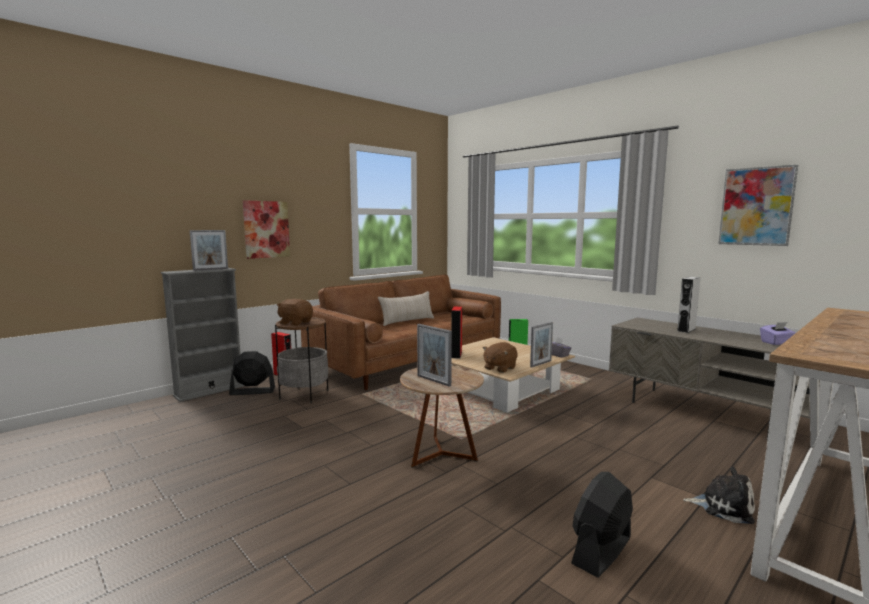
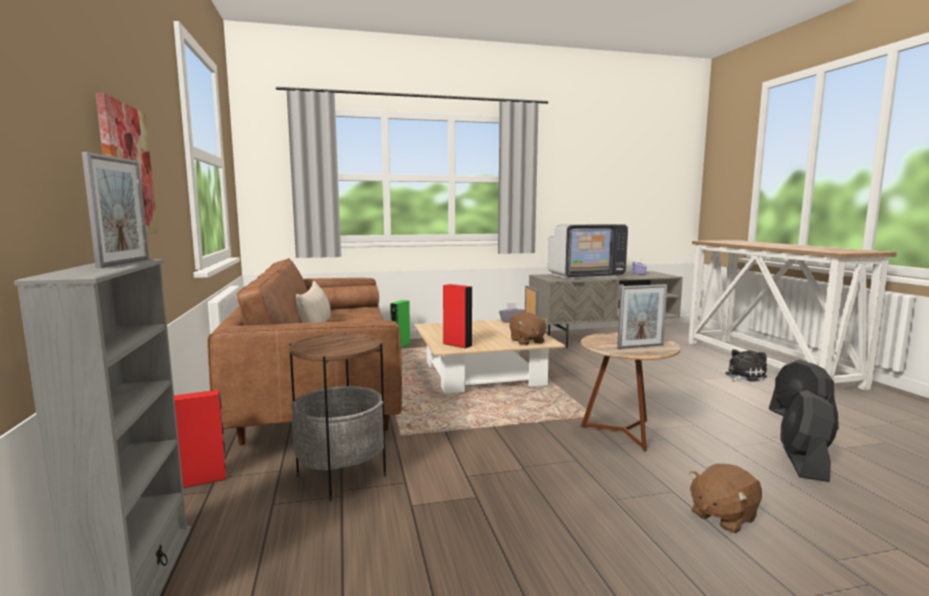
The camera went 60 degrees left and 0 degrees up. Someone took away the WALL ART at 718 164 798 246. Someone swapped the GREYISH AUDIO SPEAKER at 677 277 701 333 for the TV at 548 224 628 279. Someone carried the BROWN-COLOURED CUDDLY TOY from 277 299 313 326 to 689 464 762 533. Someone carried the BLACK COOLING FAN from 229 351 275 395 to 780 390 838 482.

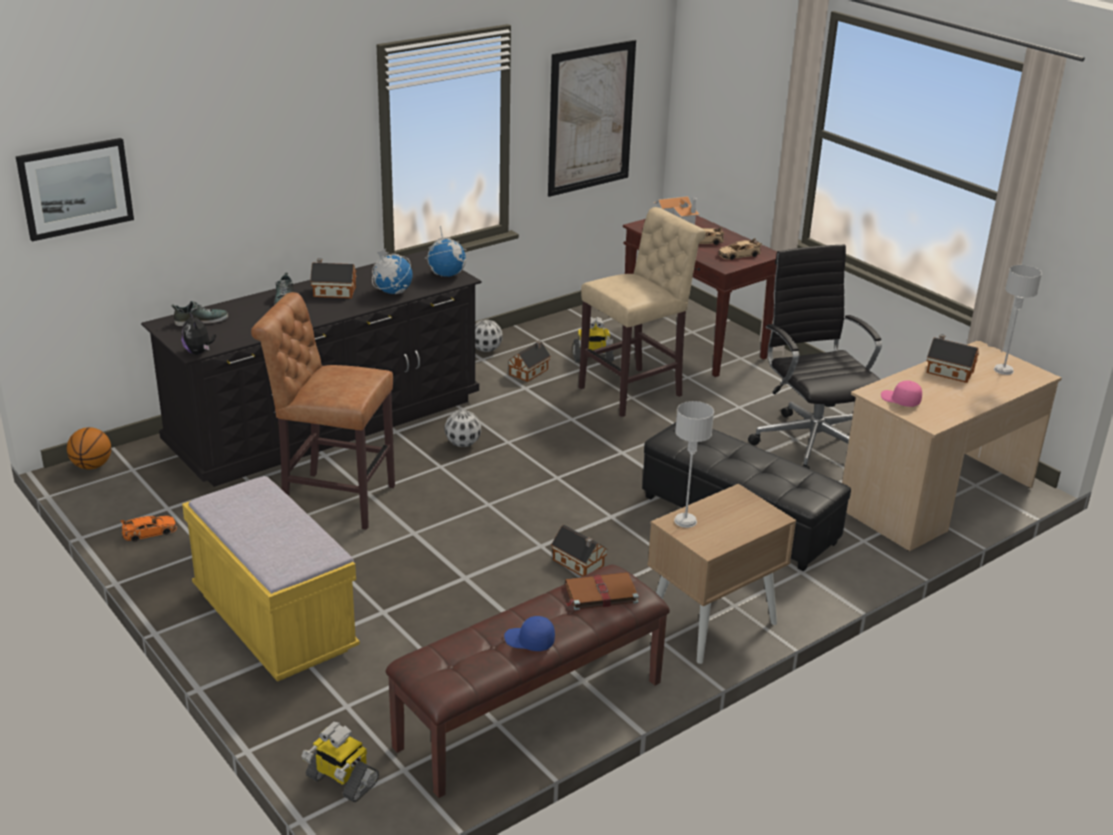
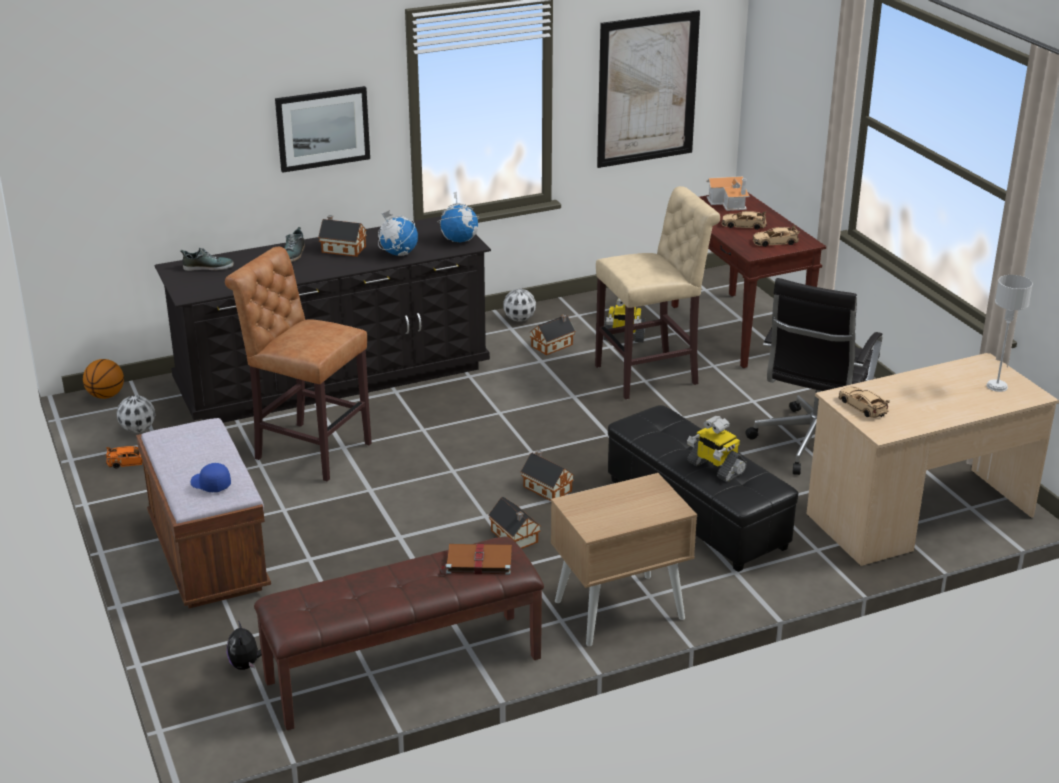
The camera went 15 degrees right and 0 degrees up. Someone carried the WALL ART from 16 138 134 241 to 275 86 370 173. Someone rotated the BLACK OFFICE CHAIR at 748 244 882 469 by 150 degrees counterclockwise. Someone carried the CUDDLY TOY from 181 311 216 355 to 227 620 262 670. Someone carried the MINIATURE HOUSE from 927 334 979 383 to 521 450 575 501. Someone swapped the PINK CAP at 881 381 922 407 for the BEIGE-COLOURED MINIATURE CAR at 838 387 890 418. Someone took away the GREYISH LAMP FOR A TABLE at 674 401 714 528. Someone carried the BALL FOR FOOTBALL from 445 410 481 447 to 117 395 155 433. Someone repainted the YELLOWISH LONG SEAT at 182 476 360 682, which became the BROWN-COLOURED LONG SEAT at 136 418 271 608. Someone carried the BLUISH CAP from 504 616 555 651 to 190 463 231 492. Someone carried the MODEL ROBOT from 301 722 379 802 to 687 416 747 482.

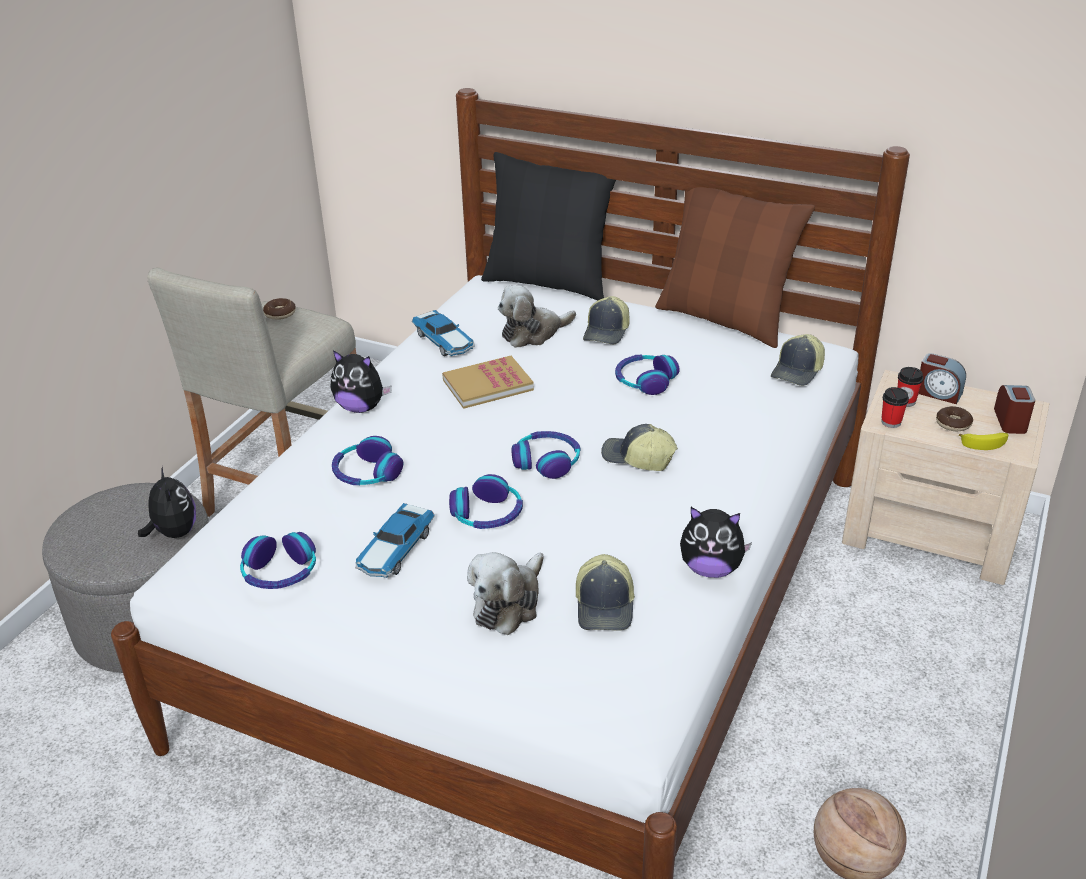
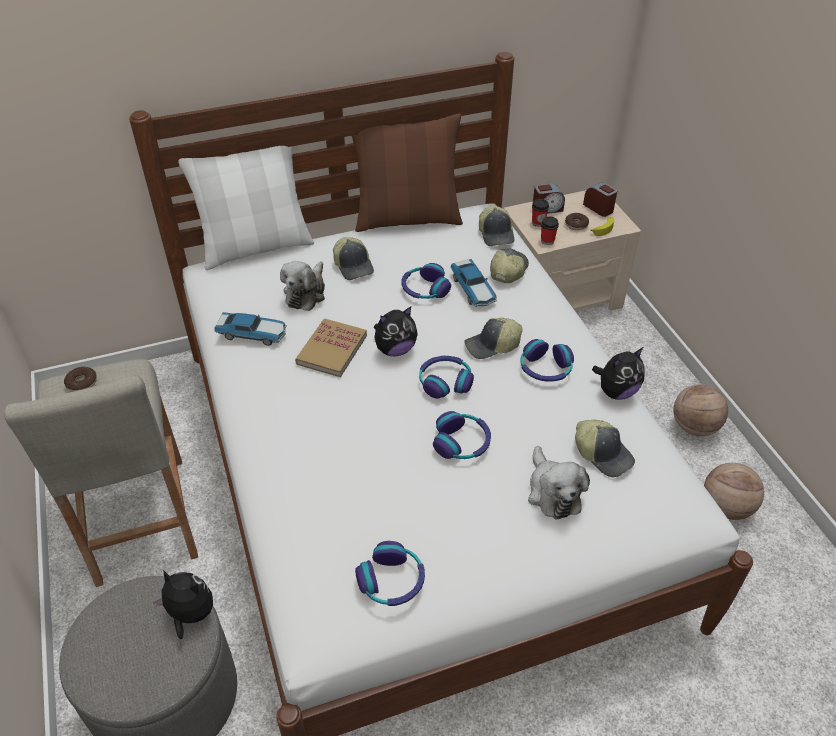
The camera went 45 degrees left and 10 degrees up. Someone repainted the BLACK PILLOW at 481 152 616 300, which became the WHITE PILLOW at 178 146 314 270. Someone carried the CUDDLY TOY from 331 350 392 413 to 374 306 418 356. Someone carried the PAIR OF HEADPHONES from 332 436 403 485 to 520 339 574 382. Someone carried the MINIATURE CAR from 355 503 435 578 to 450 259 497 307. Someone put down the CAP at 490 249 529 283. Someone put down the BASKETBALL at 674 384 728 436.

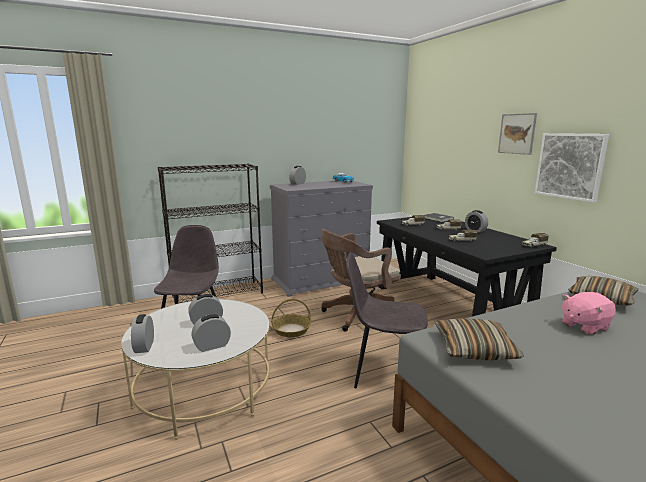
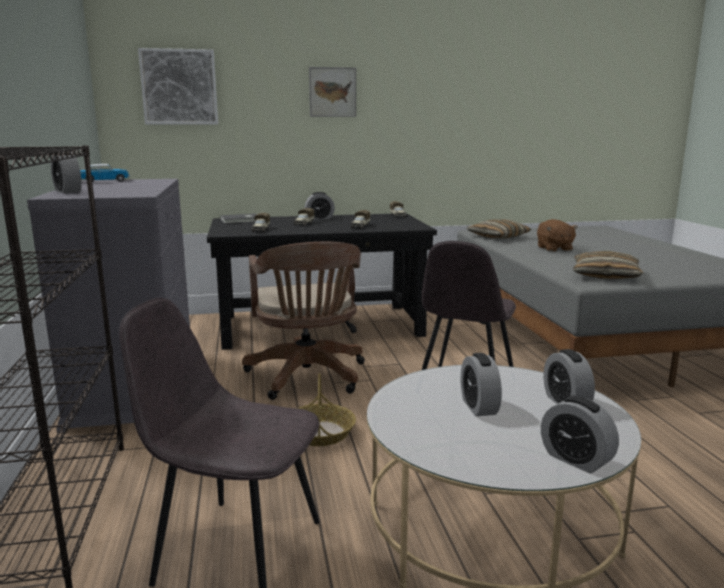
The camera went 75 degrees left and 0 degrees up. Someone carried the WALL ART from 535 133 609 203 to 138 48 218 124. Someone repainted the PINK CUDDLY TOY at 562 292 616 335, which became the BROWN-COLOURED CUDDLY TOY at 537 219 578 252. Someone rotated the ALARM CLOCK at 131 314 154 353 by 45 degrees clockwise.

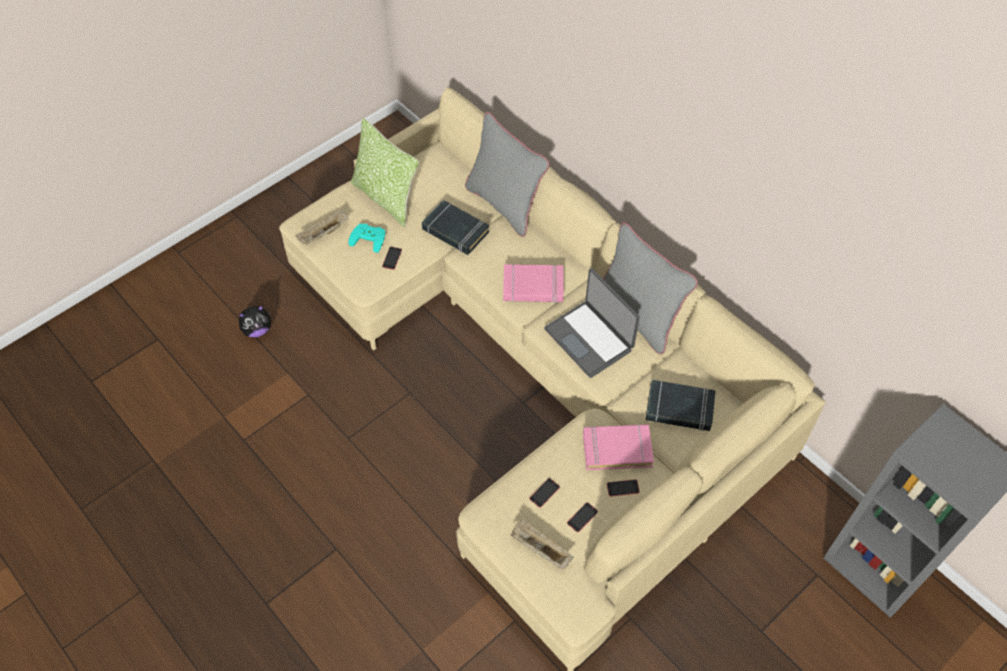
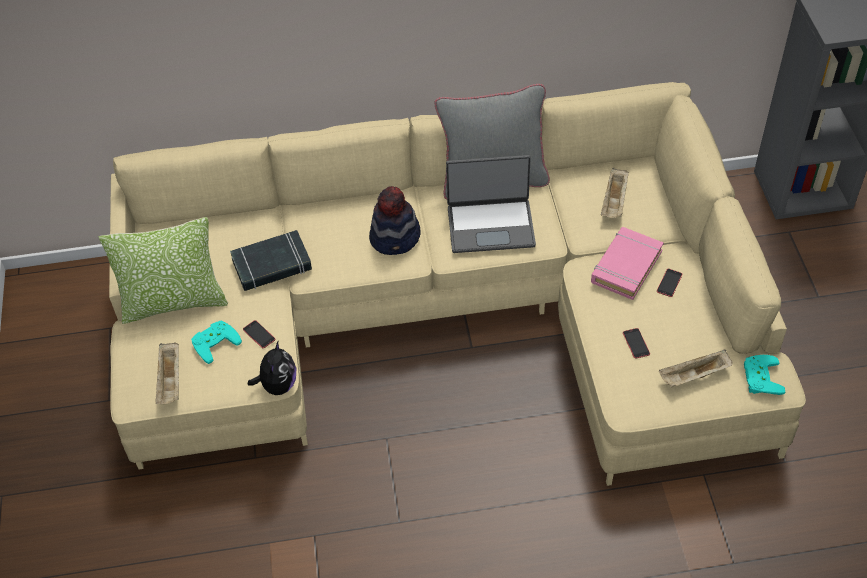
The camera went 55 degrees left and 5 degrees down. Someone took away the GREYISH PILLOW at 465 112 549 237. Someone swapped the PINK VOLUME at 503 264 564 303 for the CLOTHING HAT at 369 186 421 255. Someone carried the CUDDLY TOY from 239 305 271 338 to 248 341 296 395. Someone swapped the BLACK VOLUME at 646 380 716 431 for the BEIGE-COLOURED TRAY at 601 168 629 218. Someone took away the HANDSET at 567 502 598 532. Someone put down the TURQUOISE GAME CONTROLLER at 744 355 785 395.

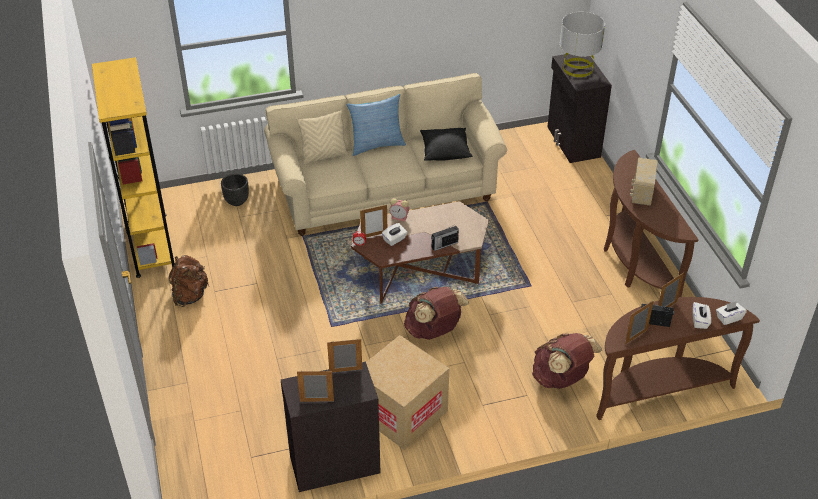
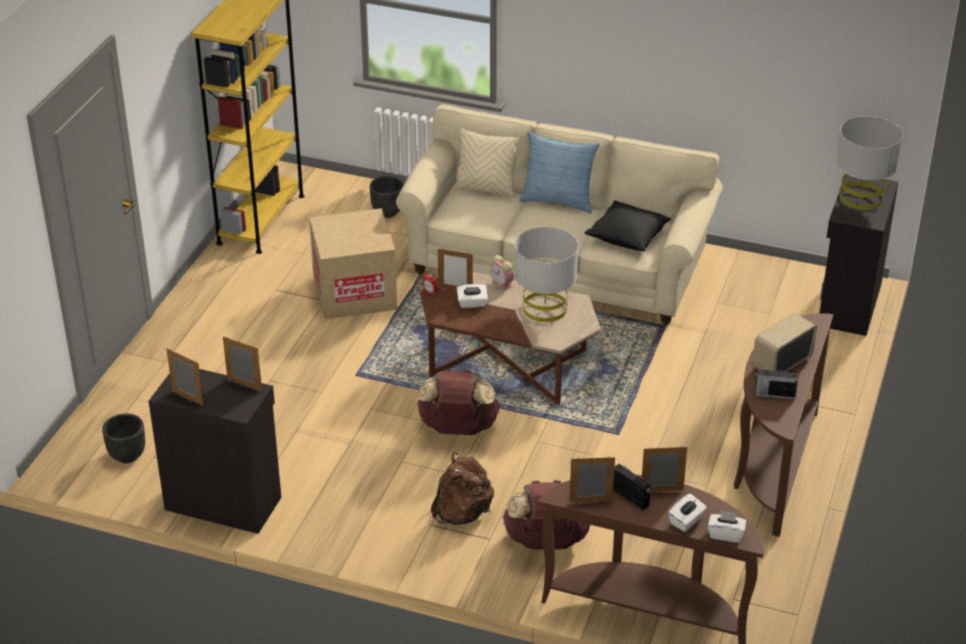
The camera went 35 degrees right and 5 degrees down. Someone carried the RADIO from 431 226 459 251 to 755 370 798 399. Someone carried the BROWN-COLOURED BACKPACK from 169 255 209 307 to 431 452 494 525. Someone carried the PACKING BOX from 366 335 449 450 to 309 208 397 319. Someone put down the GREYISH LAMP FOR A TABLE at 515 227 578 322. Someone put down the BLACK FLOWER POT at 102 413 145 463.

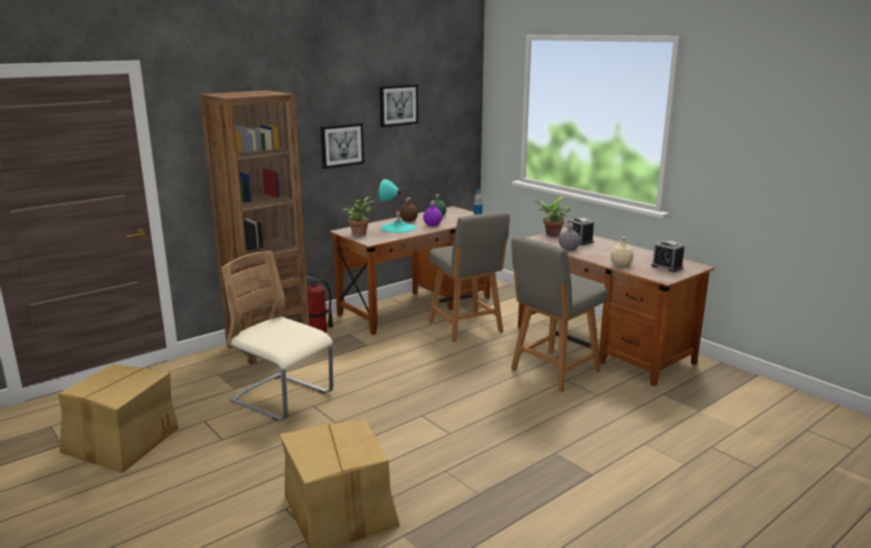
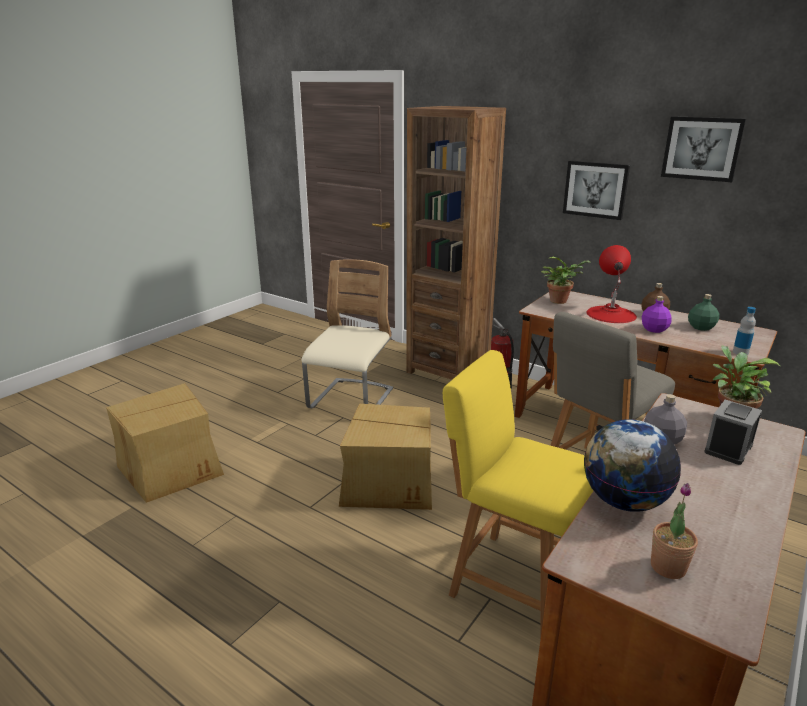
The camera went 75 degrees right and 5 degrees up. Someone repainted the TURQUOISE LAMP FOR A TABLE at 379 179 416 233, which became the REDDISH LAMP FOR A TABLE at 586 245 637 323. Someone repainted the GREYISH CHAIR at 511 236 608 392, which became the YELLOWISH CHAIR at 443 350 594 632. Someone swapped the BEIGE-COLOURED BEVERAGE BOTTLE at 610 237 634 267 for the DESK GLOBE at 584 419 681 512. Someone swapped the ALARM CLOCK at 651 240 684 272 for the PLANT IN A POT at 651 483 698 579. Someone carried the PACKING BOX from 58 364 179 473 to 339 403 432 510.

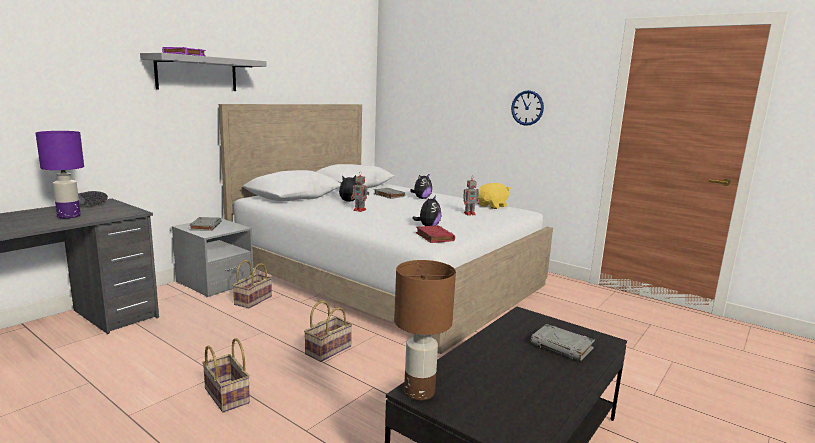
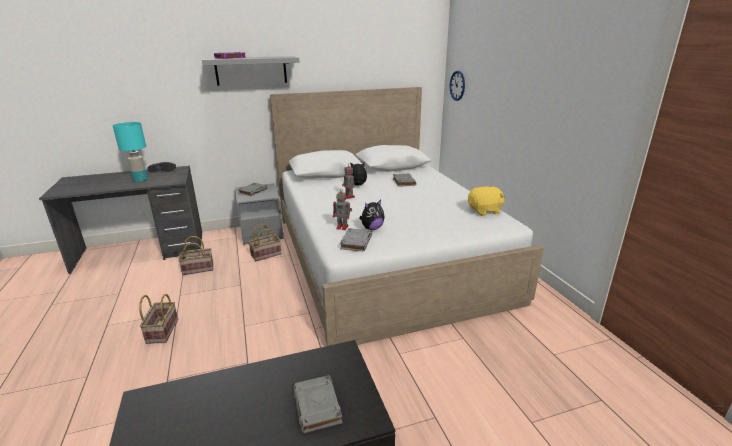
The camera went 35 degrees right and 10 degrees up. Someone carried the WALL CLOCK from 511 90 544 126 to 450 71 465 101. Someone repainted the PURPLISH LAMP FOR A TABLE at 36 131 84 218, which became the TURQUOISE LAMP FOR A TABLE at 113 122 148 182. Someone took away the CUDDLY TOY at 410 173 432 199. Someone carried the MODEL ROBOT from 463 178 479 216 to 333 188 352 230. Someone repainted the REDDISH VOLUME at 416 225 455 243, which became the GREYISH VOLUME at 340 228 372 251. Someone took away the BROWN-COLOURED LAMP FOR A TABLE at 394 260 456 401. Someone carried the BASKET from 304 301 352 362 to 178 236 213 275.

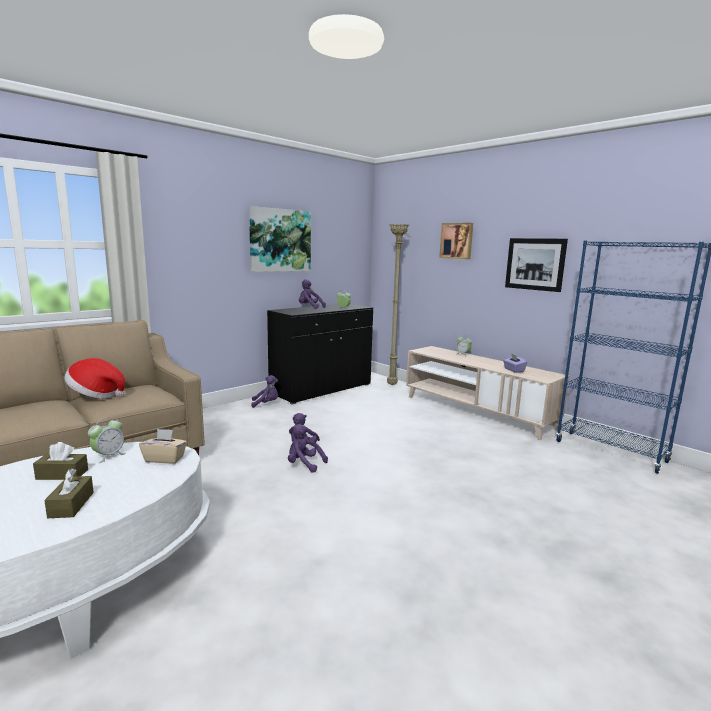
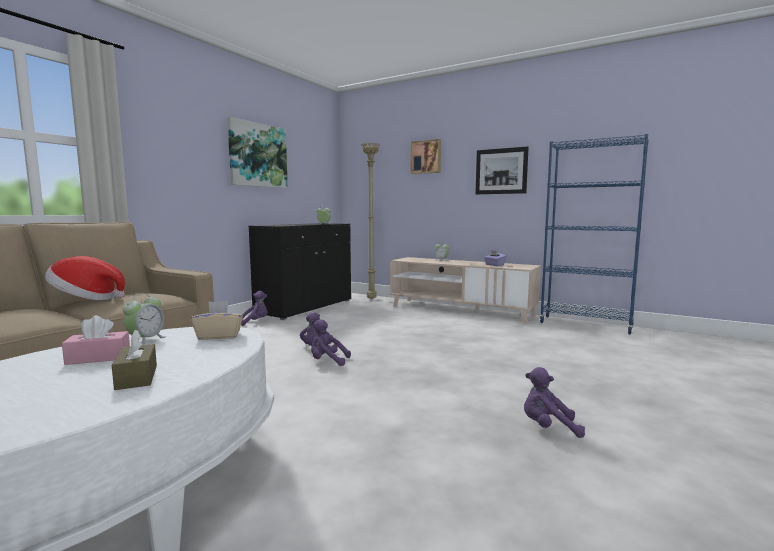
The camera went 15 degrees left and 5 degrees down. Someone carried the PURPLISH CUDDLY TOY from 299 279 326 309 to 524 367 585 438. Someone repainted the BROWN-COLOURED TISSUE BOX at 33 442 88 480, which became the PINK TISSUE BOX at 62 315 130 365.

